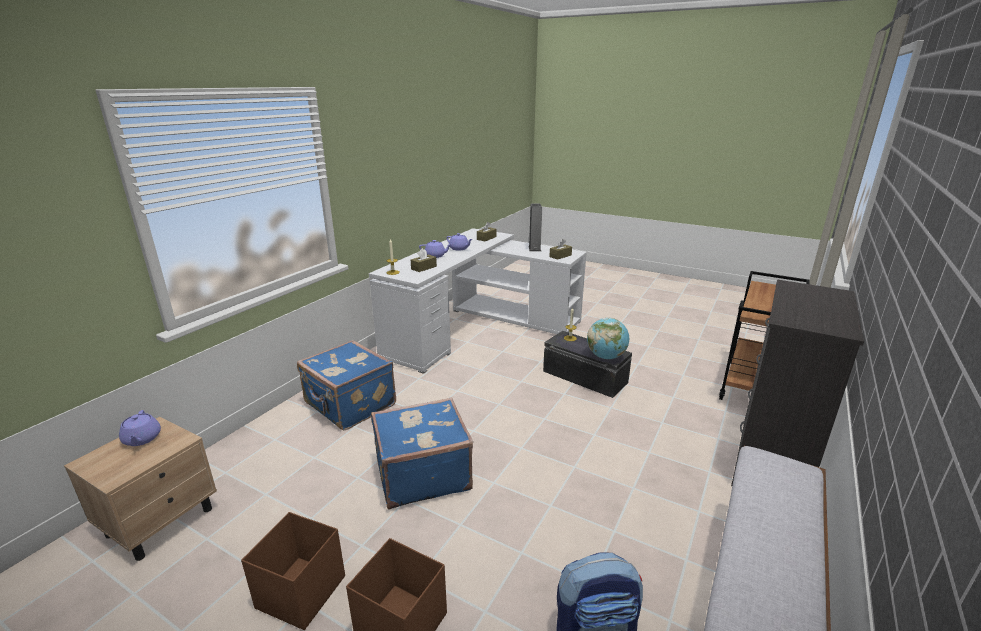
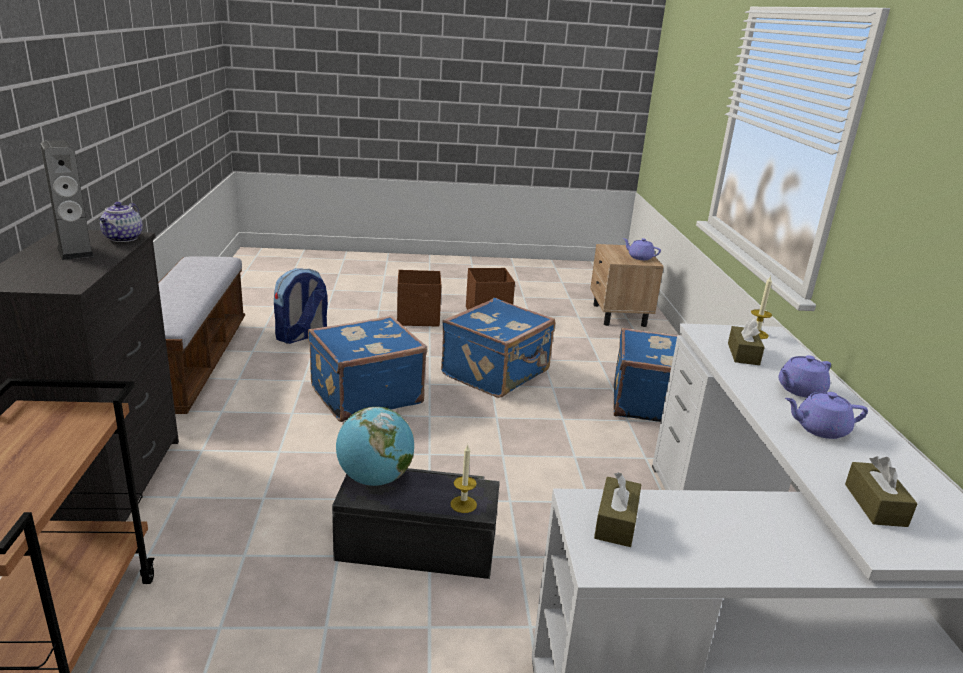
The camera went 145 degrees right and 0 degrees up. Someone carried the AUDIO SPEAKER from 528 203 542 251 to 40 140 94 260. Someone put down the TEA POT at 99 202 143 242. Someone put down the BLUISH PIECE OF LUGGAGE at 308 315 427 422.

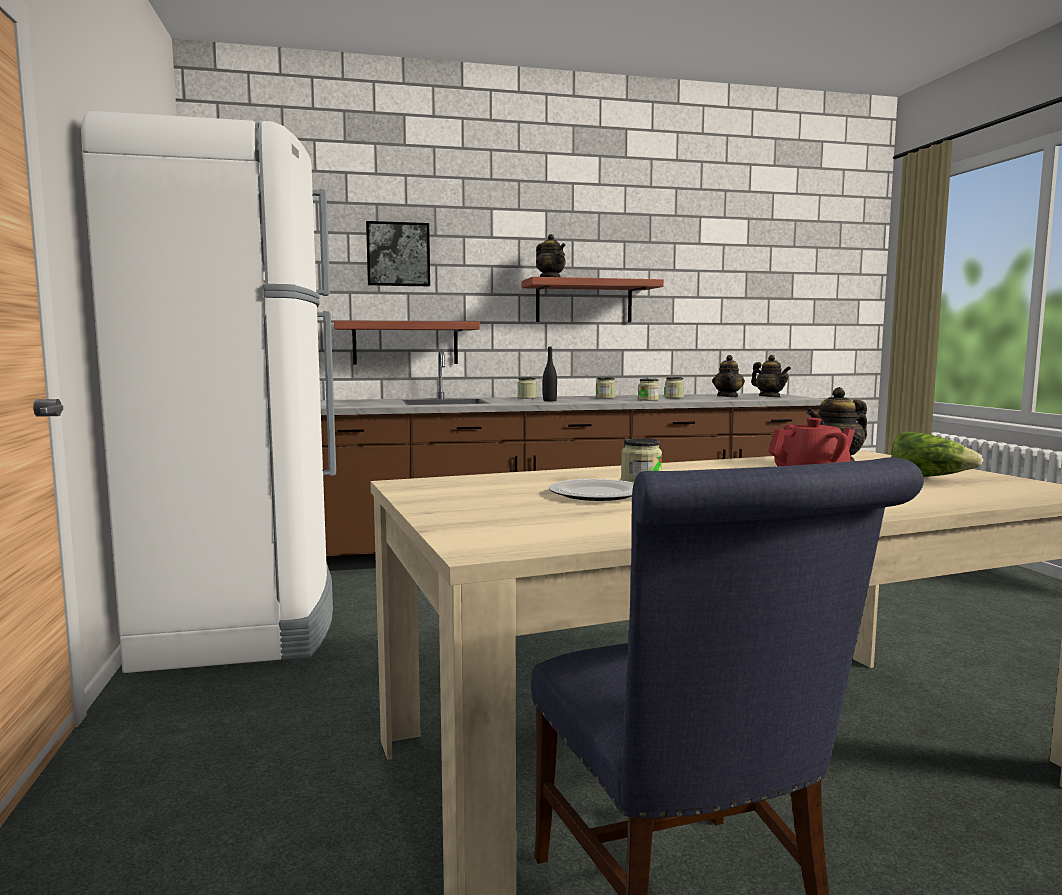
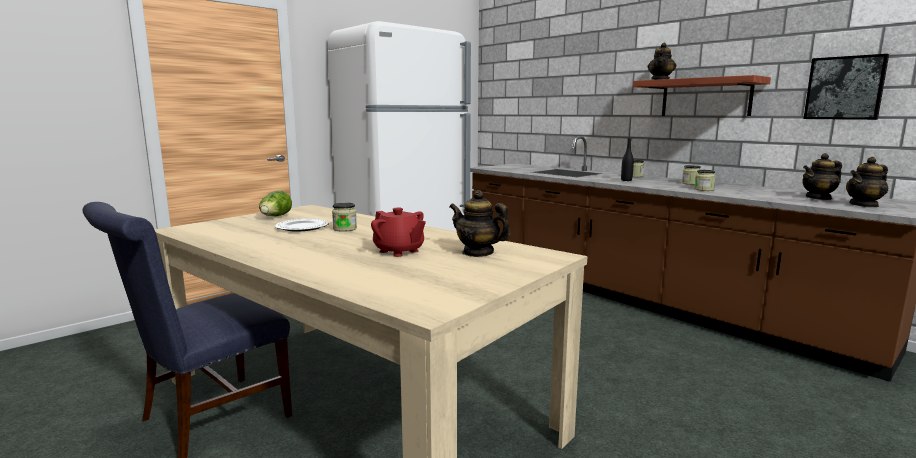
The camera went 60 degrees right and 5 degrees up. Someone carried the WALL ART from 366 221 430 286 to 804 54 889 120. Someone took away the SHELF at 334 321 480 365. Someone rotated the TEA POT at 751 355 791 397 by 45 degrees clockwise. Someone took away the PRESERVE JAR at 665 377 684 398. Someone carried the LETTUCE from 891 431 984 477 to 259 191 292 216.

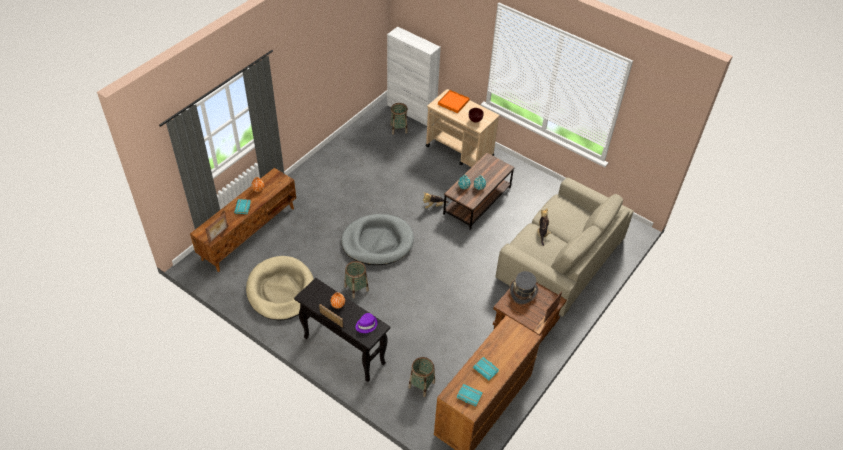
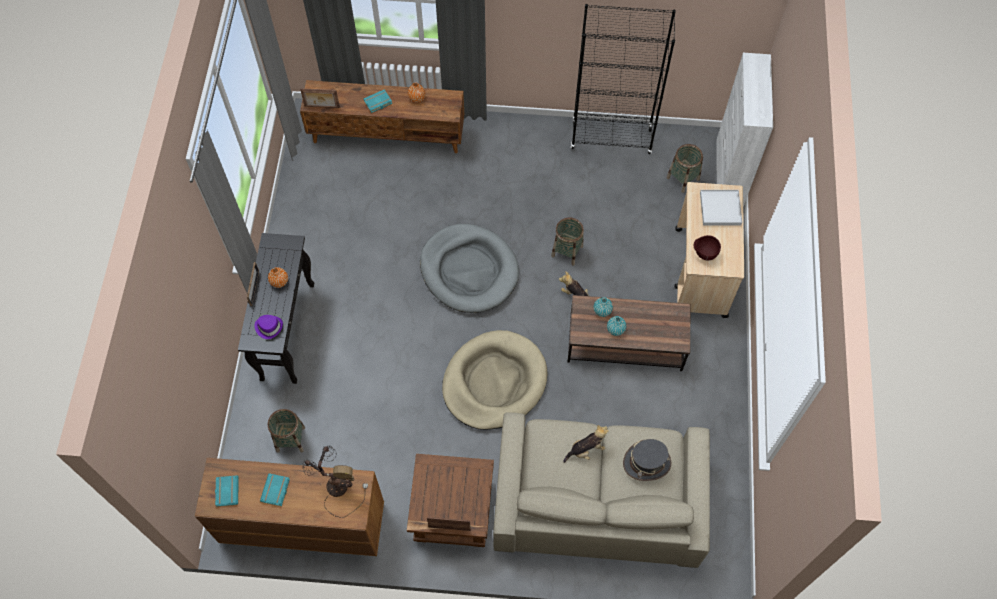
The camera went 60 degrees right and 15 degrees up. Someone repainted the ORANGE TRAY at 438 90 470 113, which became the WHITE TRAY at 700 190 743 226. Someone carried the BEIGE-COLOURED DOG CUSHION from 246 256 314 320 to 442 330 547 430. Someone carried the BASKET from 344 261 369 299 to 551 217 584 265. Someone carried the GREYISH CLOTHING HAT from 510 271 539 305 to 623 439 671 481. Someone put down the BLACK BOOKSHELF at 571 4 676 154. Someone put down the LAMP FOR A TABLE at 303 445 368 518.

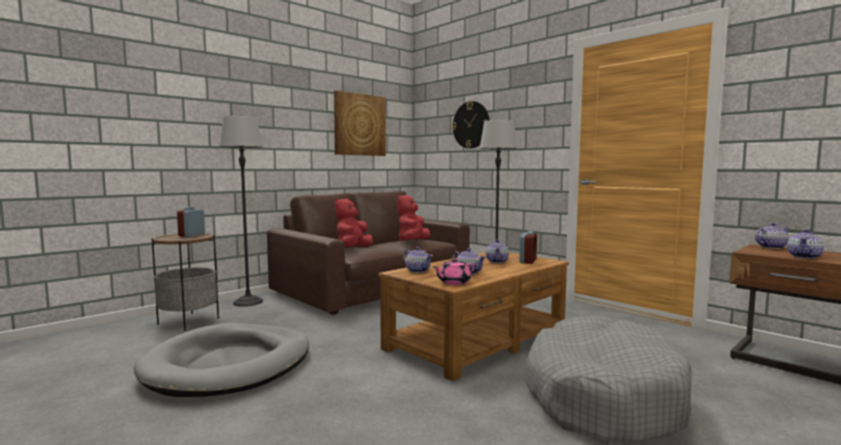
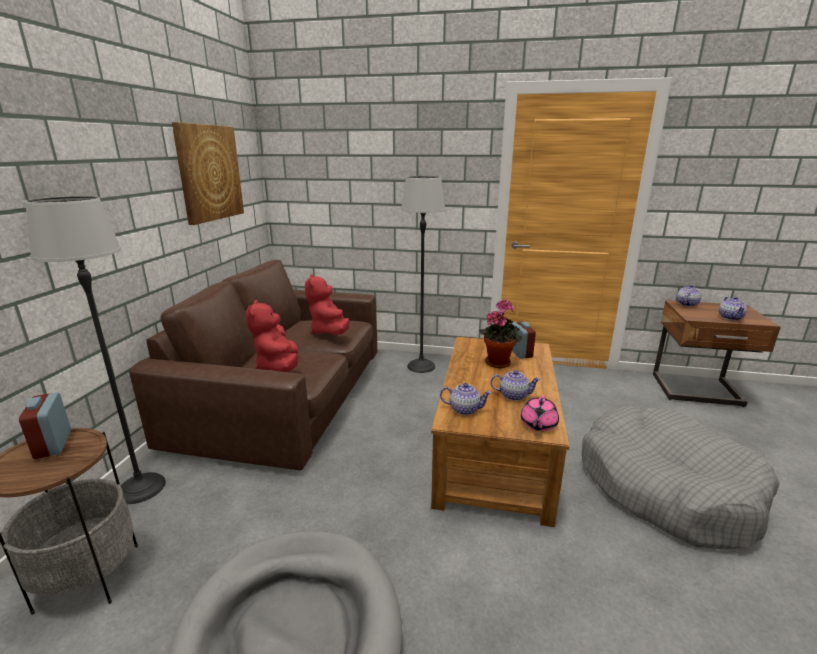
The camera went 35 degrees left and 15 degrees up. Someone took away the WALL CLOCK at 452 101 490 149. Someone swapped the TEA POT at 486 240 509 263 for the PLANT IN A POT at 479 299 522 368.

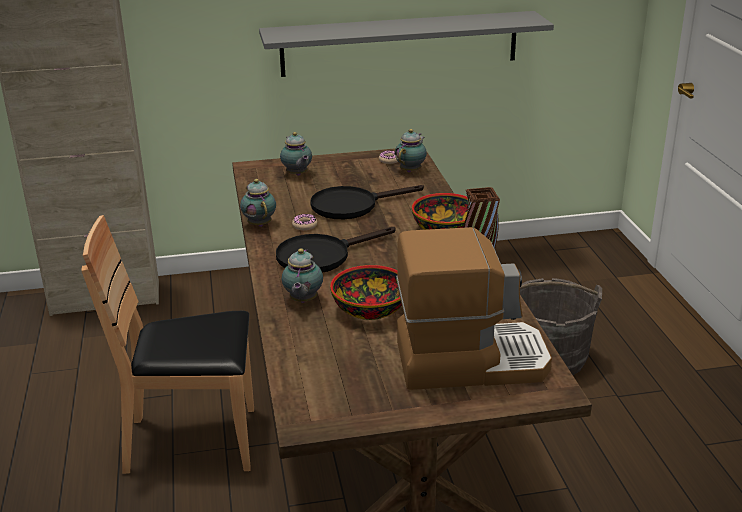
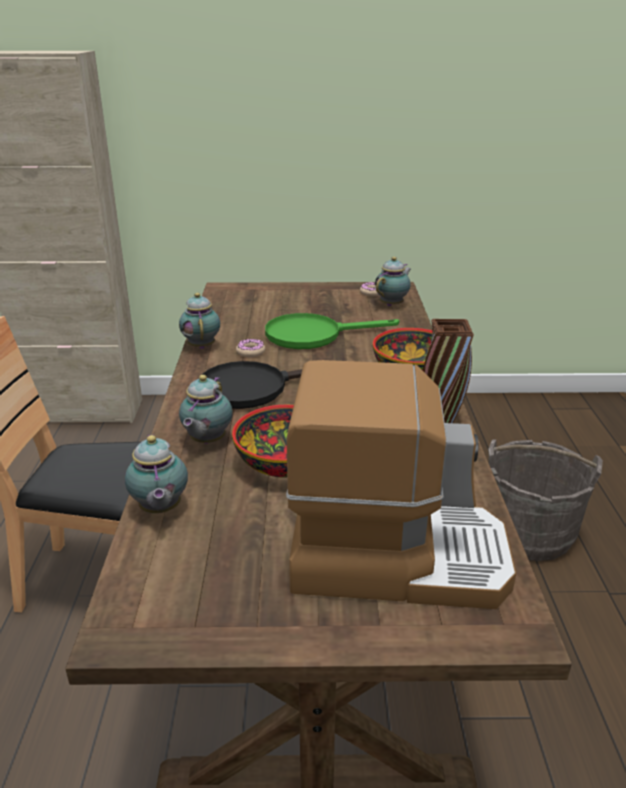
The camera went 10 degrees right and 0 degrees up. Someone took away the GREYISH SHELF at 259 11 554 77. Someone carried the TEA POT from 280 132 312 176 to 125 434 188 513. Someone repainted the BLACK SKILLET at 310 185 424 219, which became the GREEN-COLOURED SKILLET at 265 313 399 349.

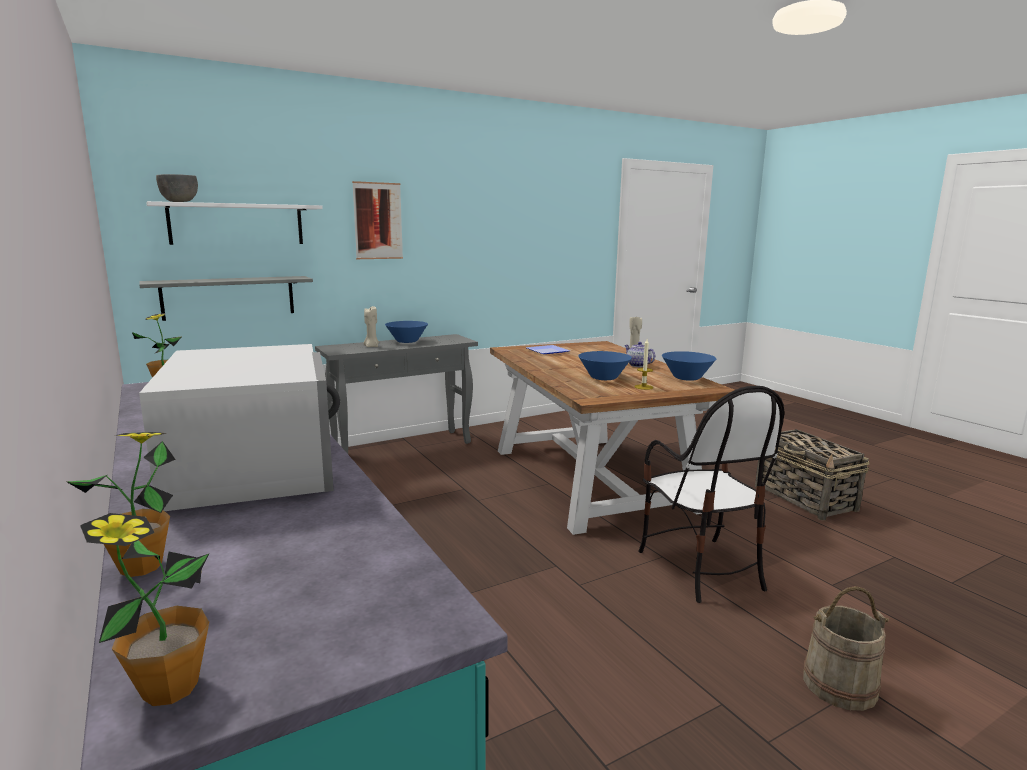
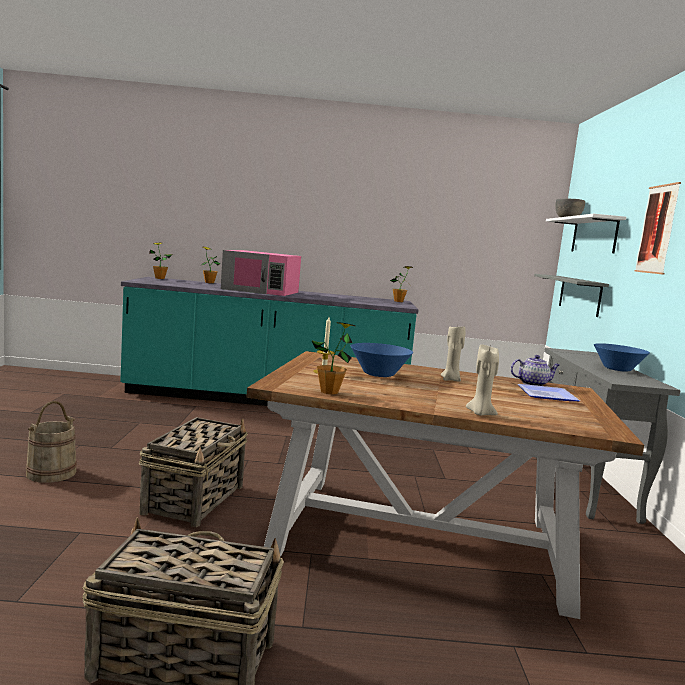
The camera went 120 degrees right and 5 degrees down. Someone carried the BEIGE-COLOURED WAX CANDLE from 364 306 379 347 to 441 325 466 382. Someone carried the TEA POT from 625 342 655 367 to 510 355 560 386. Someone repainted the WHITE KITCHEN MICROWAVE at 139 344 340 511, which became the PINK KITCHEN MICROWAVE at 221 250 301 296. Someone swapped the BLUISH BOWL at 662 351 716 381 for the PLANT IN A POT at 311 322 355 394. Someone swapped the CHAIR at 638 386 784 603 for the BASKET at 139 417 248 527.

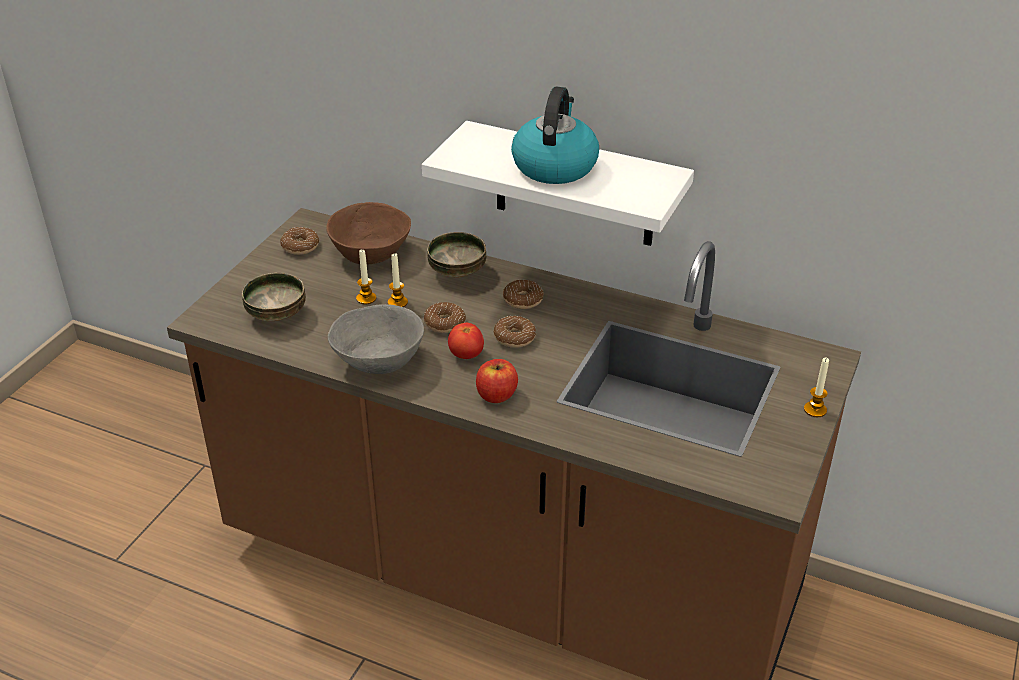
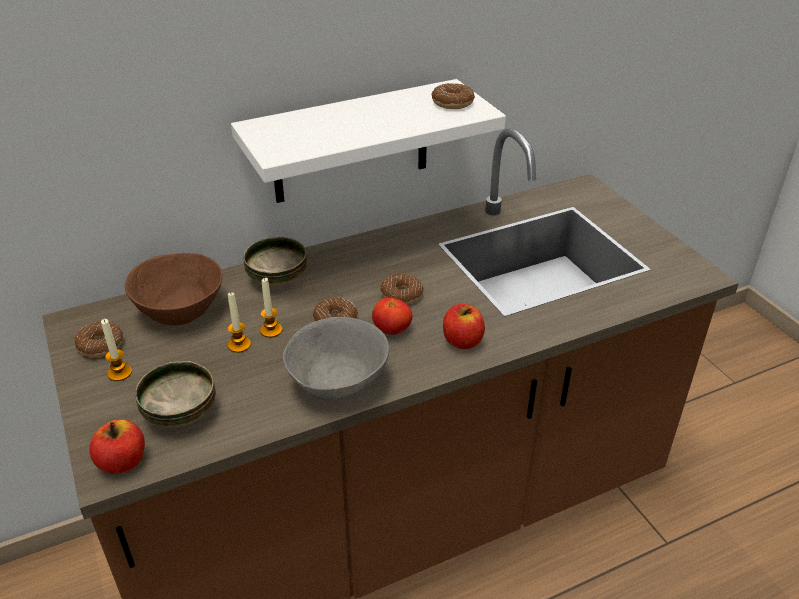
The camera went 50 degrees left and 0 degrees up. Someone took away the WATER KETTLE at 511 87 599 184. Someone carried the RING DOUGHNUT from 503 280 544 309 to 431 83 475 109. Someone carried the WAX CANDLE from 804 357 829 417 to 101 319 132 381. Someone put down the APPLE at 89 419 145 474.

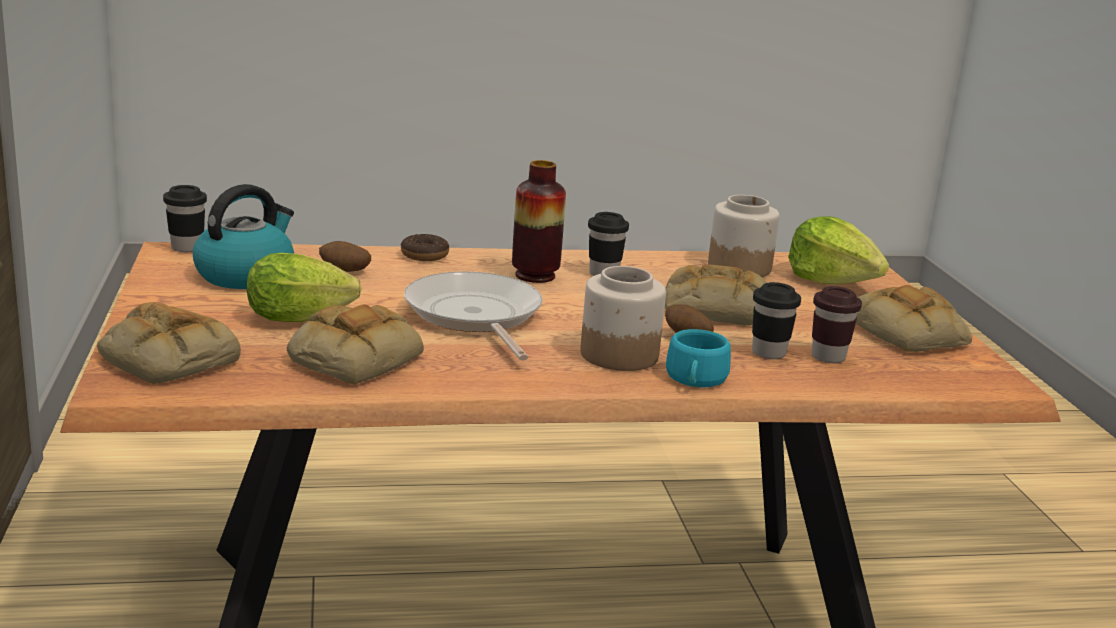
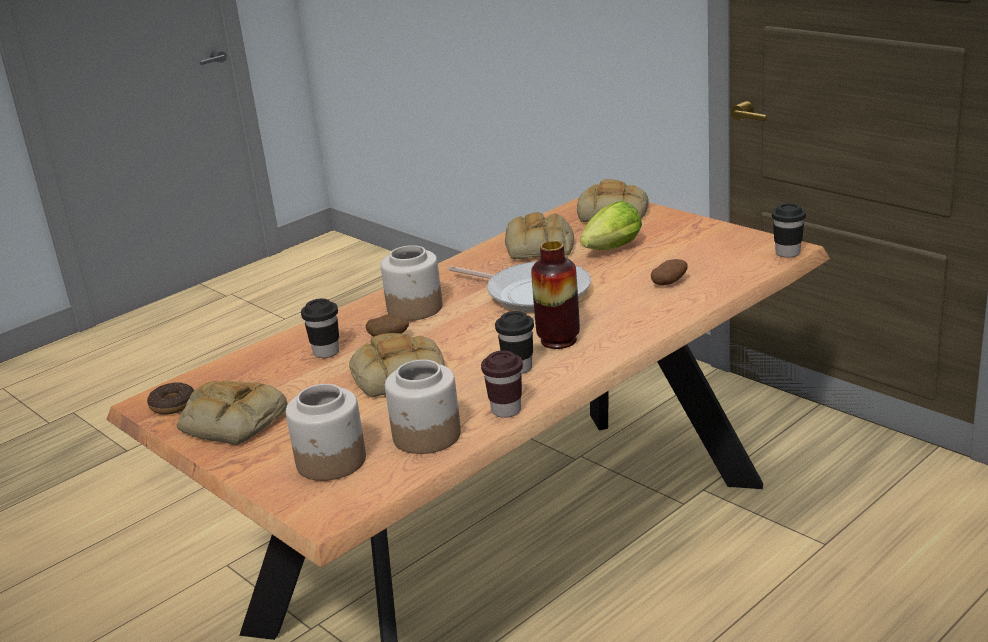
The camera went 150 degrees right and 5 degrees up. Someone took away the WATER KETTLE at 193 184 294 289. Someone swapped the LETTUCE at 788 216 889 284 for the PRESERVE JAR at 286 384 366 481. Someone carried the RING DOUGHNUT from 401 234 449 261 to 147 382 194 415. Someone carried the BROWN-COLOURED CUP from 811 286 862 363 to 481 350 523 418. Someone took away the TURQUOISE CUP at 666 329 731 387.

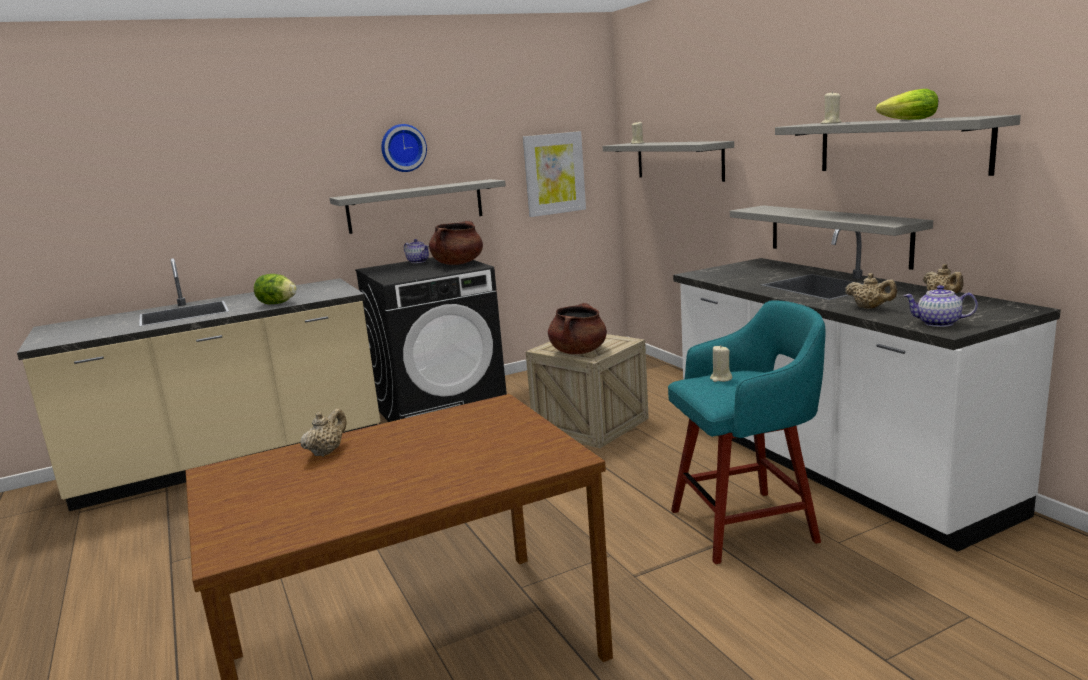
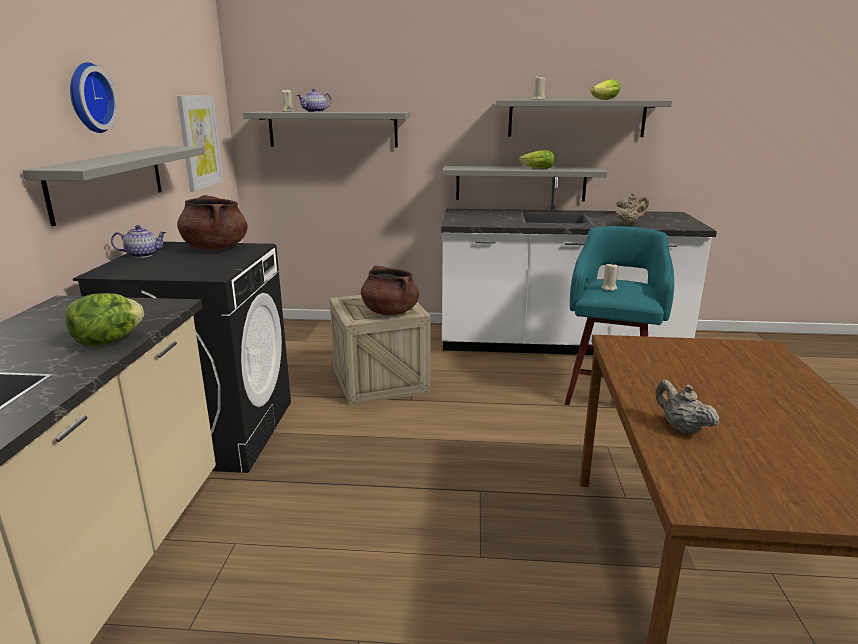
The camera went 60 degrees left and 5 degrees up. Someone carried the TEA POT from 904 285 978 327 to 297 89 332 112. Someone put down the LETTUCE at 519 150 555 169.

